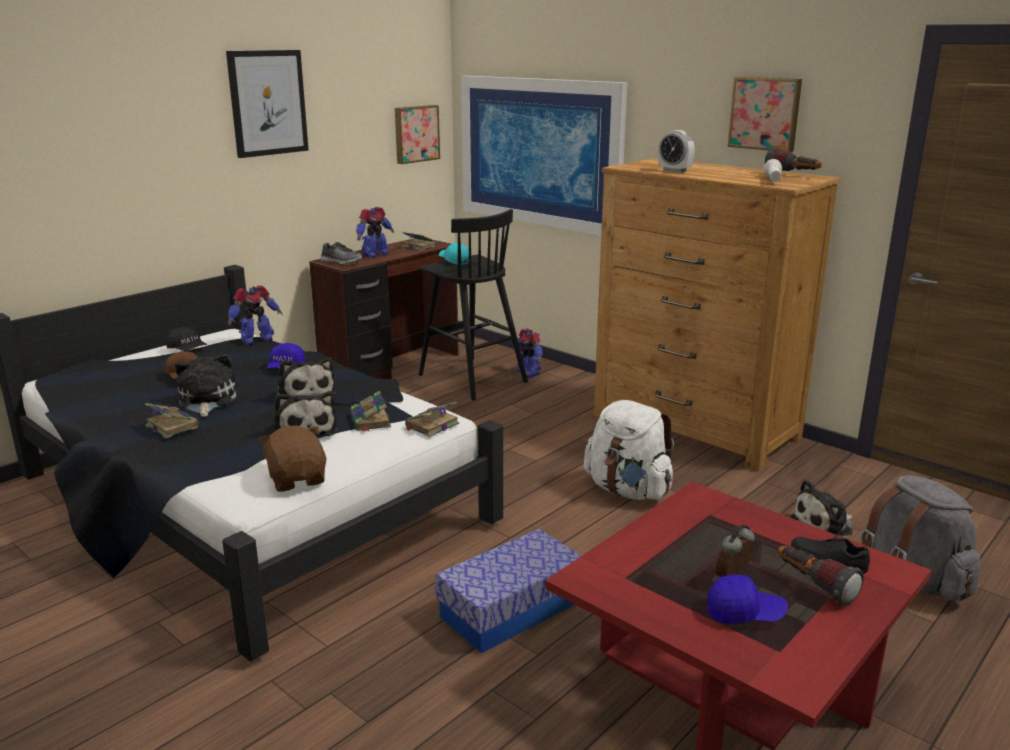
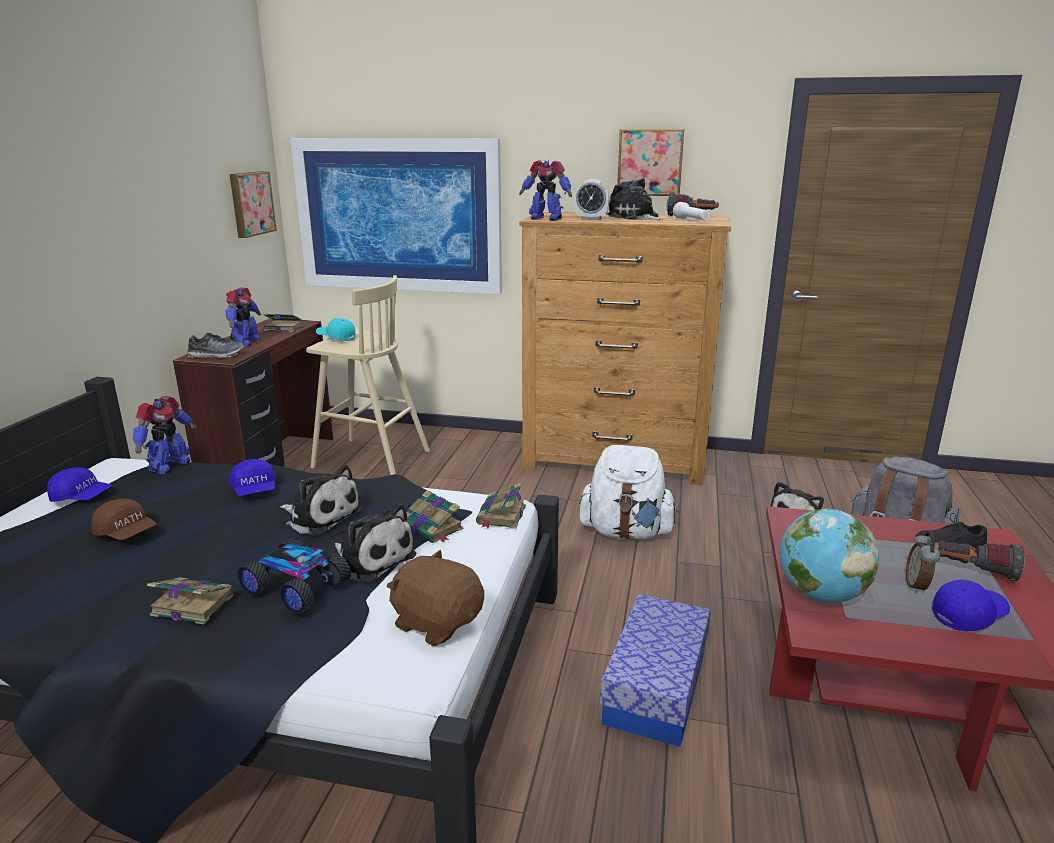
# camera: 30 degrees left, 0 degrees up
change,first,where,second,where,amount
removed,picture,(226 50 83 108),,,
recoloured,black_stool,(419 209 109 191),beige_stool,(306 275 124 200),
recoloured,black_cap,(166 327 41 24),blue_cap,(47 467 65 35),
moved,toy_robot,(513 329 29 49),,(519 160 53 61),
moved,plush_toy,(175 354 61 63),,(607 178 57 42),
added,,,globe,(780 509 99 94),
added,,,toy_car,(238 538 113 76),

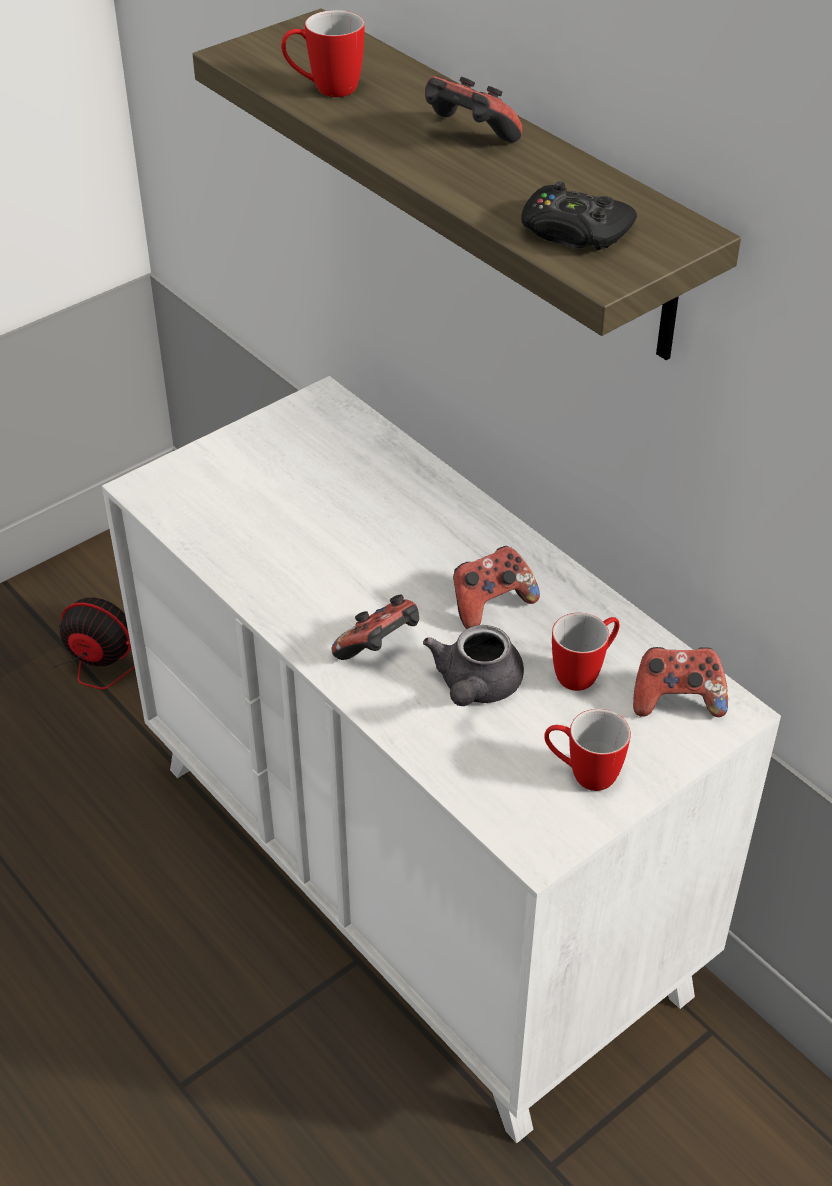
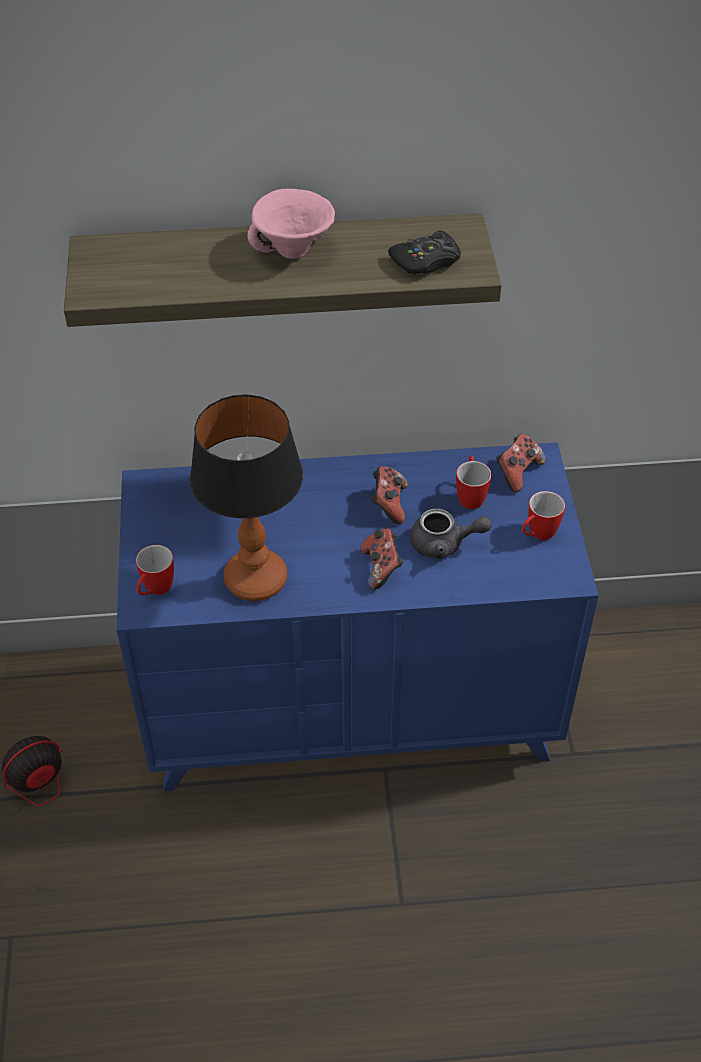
# camera: 55 degrees left, 5 degrees up
change,first,where,second,where,amount
moved,mug,(281 10 84 87),,(136 545 38 50),
replaced,game_controller,(425 76 98 66),pink_bowl,(247 189 88 70),
recoloured,white_dresser,(102 376 679 767),blue_dresser,(117 442 482 349),
turned,grey_teapot,(423 625 101 81),,(410 508 82 51),45 degrees counterclockwise
added,,,table_lamp,(190 394 113 207),

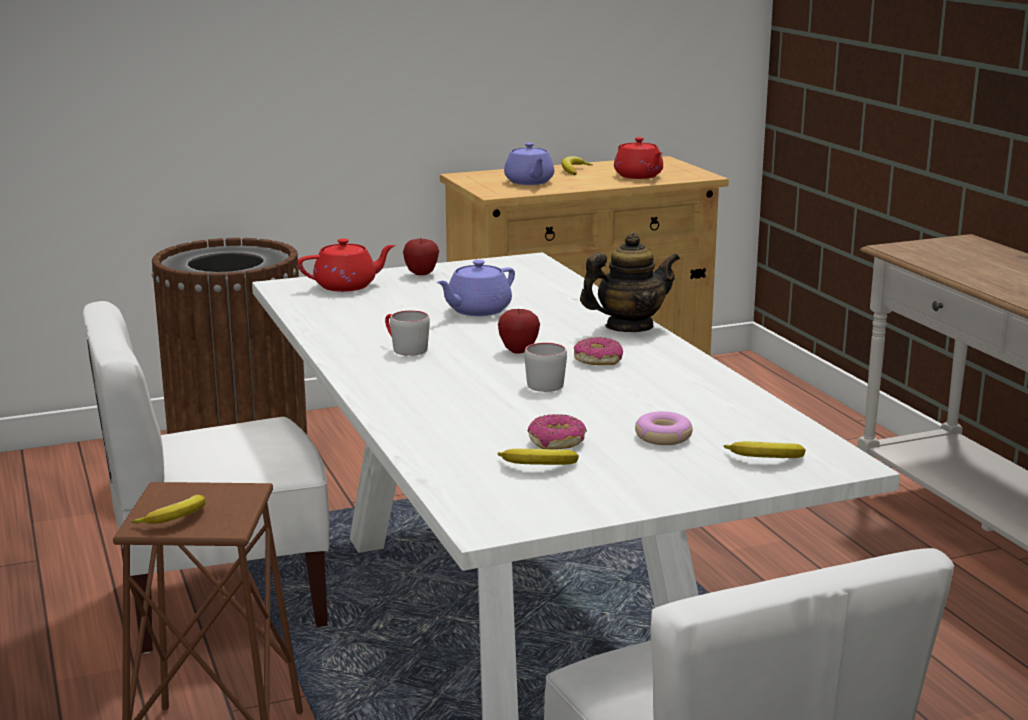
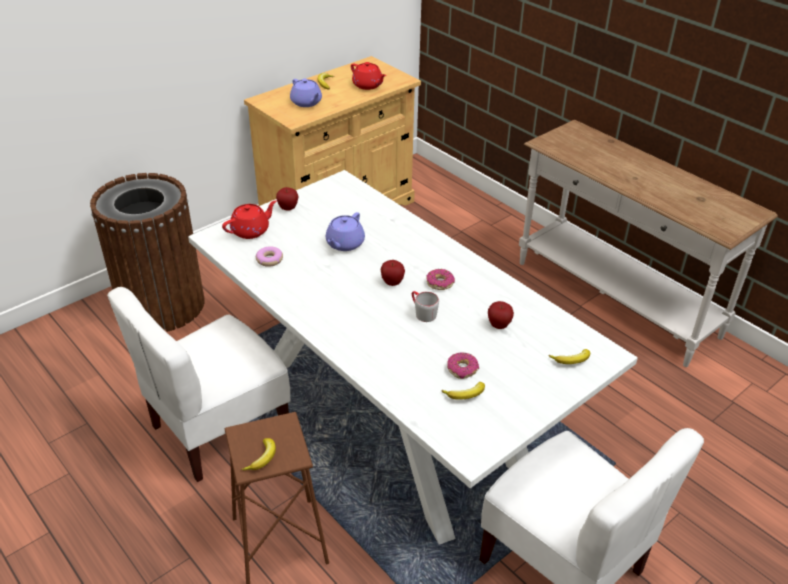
# camera: 20 degrees left, 20 degrees up
change,first,where,second,where,amount
removed,teapot,(580 232 100 100),,,
removed,grey_mug,(385 310 45 46),,,
moved,donut,(635 411 58 34),,(256 246 27 21),
added,,,apple,(488 301 26 28),

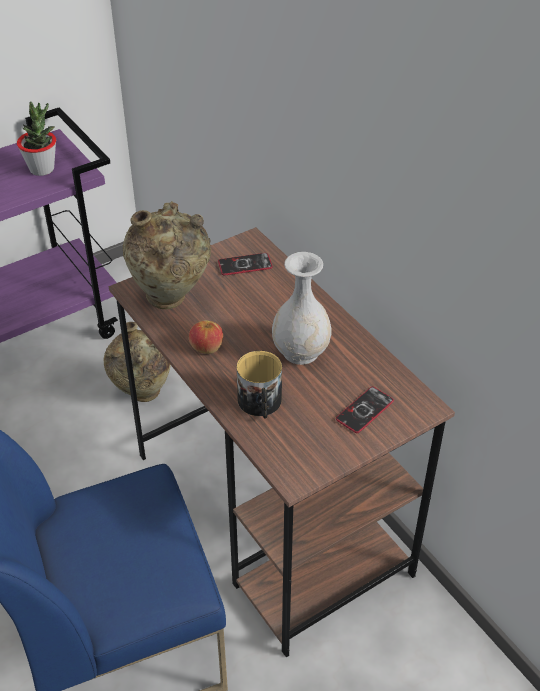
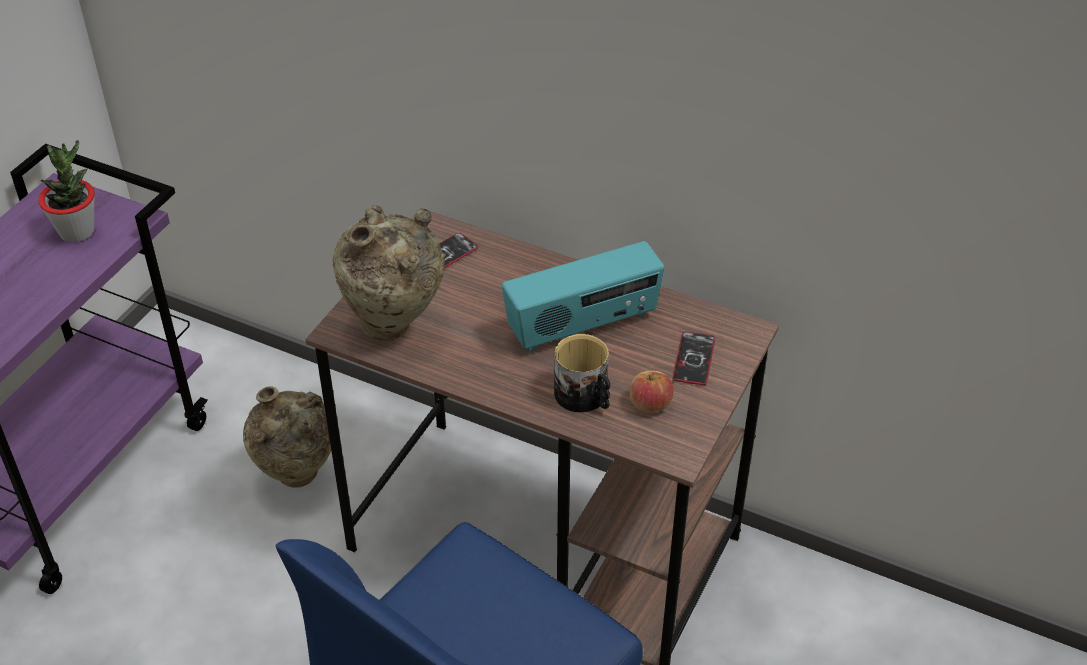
# camera: 30 degrees left, 0 degrees up
change,first,where,second,where,amount
replaced,white_vase,(272 252 60 113),radio,(502 241 163 110),
moved,apple,(189 321 34 33),,(630 370 44 43),

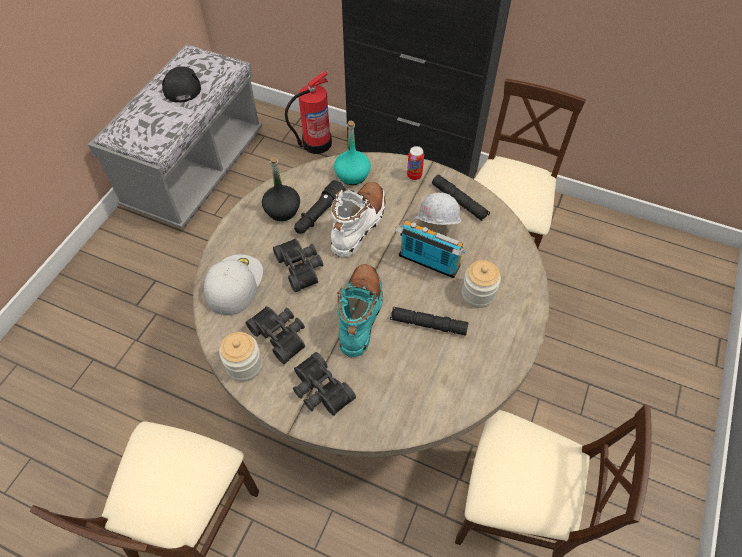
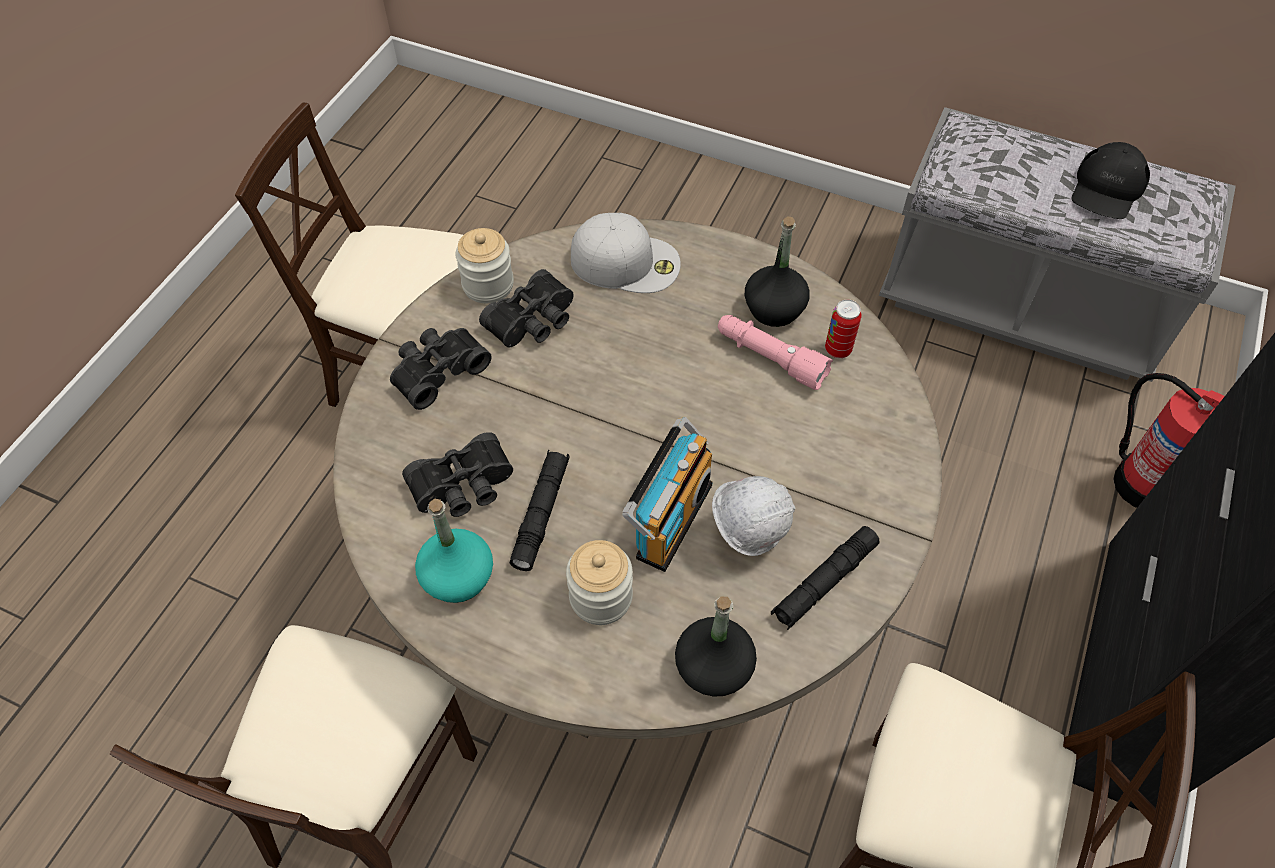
# camera: 90 degrees right, 0 degrees up
change,first,where,second,where,amount
turned,black_cap,(162 66 39 37),,(1072 142 78 77),135 degrees clockwise
moved,turquoise_bottle,(334 121 37 64),,(415 499 78 104),
moved,can,(407 146 17 34),,(825 299 36 59),
recoloured,black_flashlight,(294 180 52 54),pink_flashlight,(718 315 115 75),
removed,white_boot,(331 182 55 75),,,
moved,black_binoculars,(273 238 50 54),,(402 432 111 85),
removed,turquoise_boot,(337 264 46 93),,,
added,,,black_bottle,(675 597 82 100),

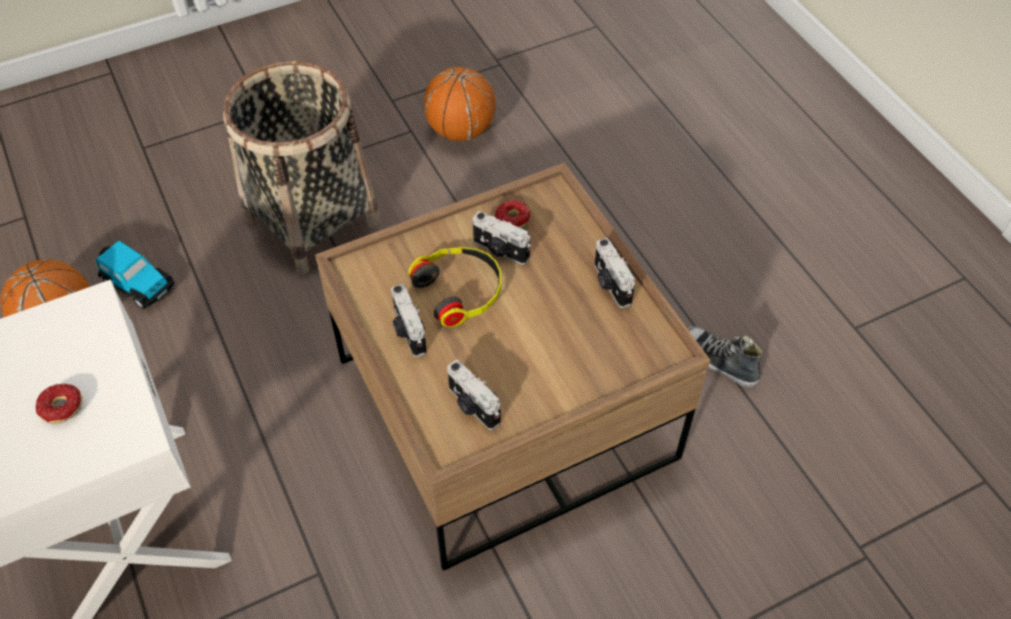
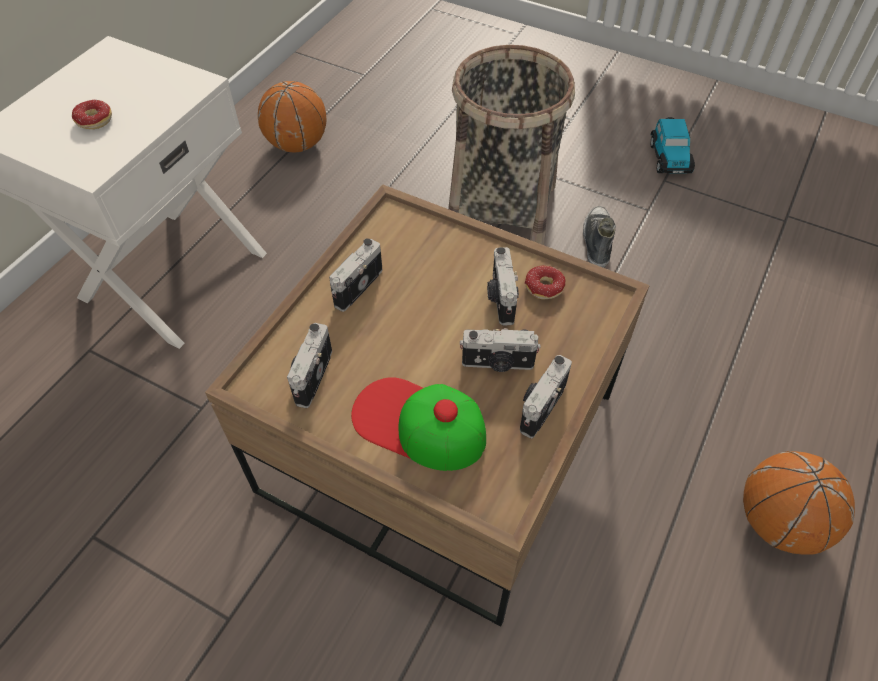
# camera: 55 degrees right, 0 degrees up
change,first,where,second,where,amount
moved,basketball,(424 67 72 74),,(743 451 112 104),
moved,toy_car,(96 240 78 69),,(650 117 45 57),
removed,headphones,(408 247 93 81),,,
moved,shoe,(687 326 77 61),,(583 206 33 62),
added,,,photo_camera,(460 328 81 44),
added,,,cap,(351 377 135 94),

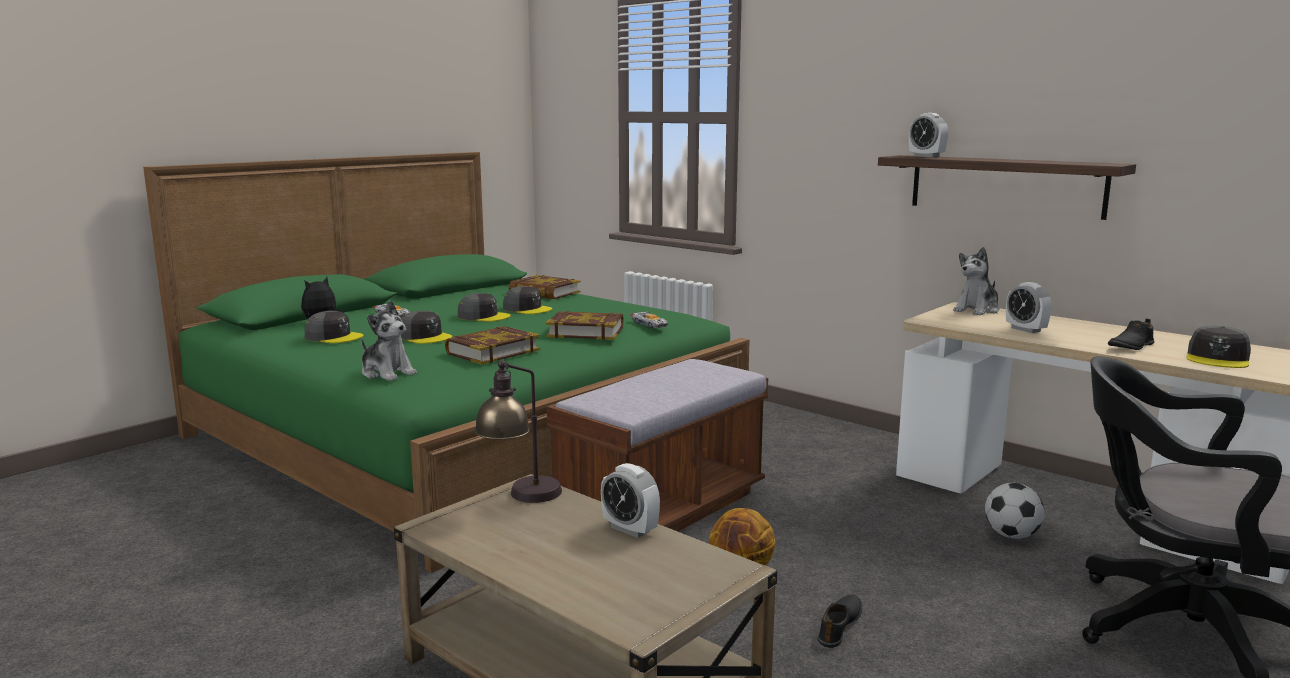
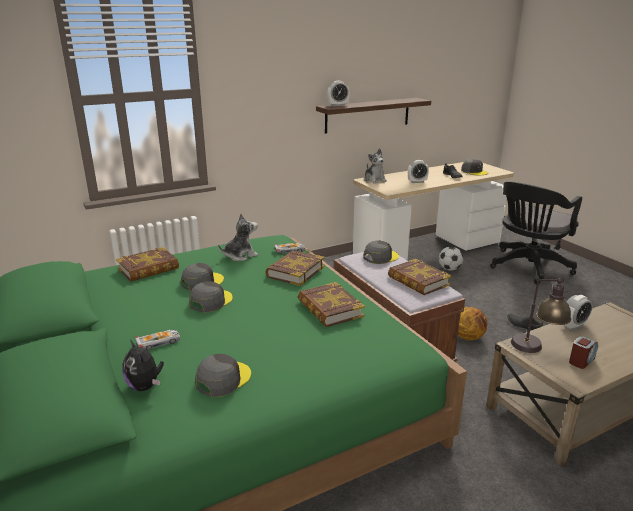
# camera: 70 degrees left, 10 degrees up
change,first,where,second,where,amount
moved,plush_toy,(362 300 55 81),,(218 214 40 47),
moved,grey_cap,(401 311 51 33),,(363 241 36 23),
added,,,book,(388 259 64 36),
added,,,alarm_clock,(569 336 29 33),

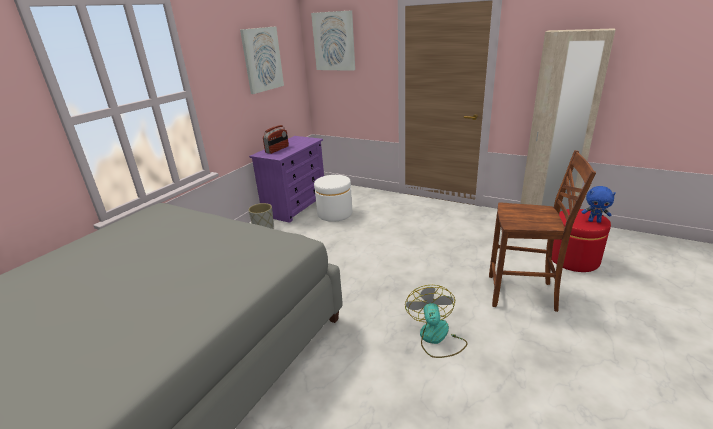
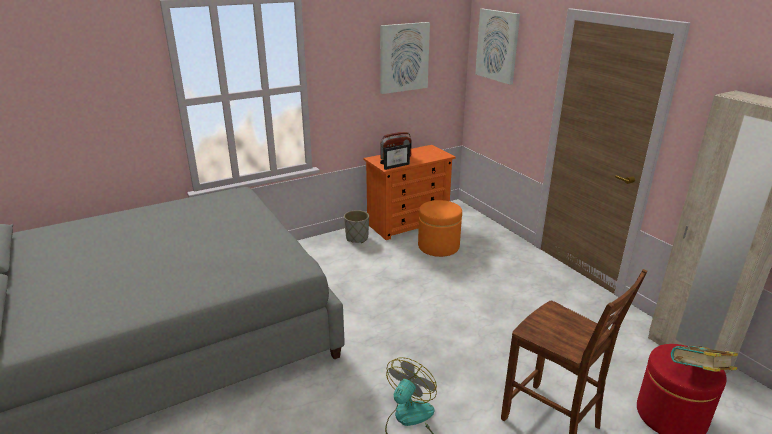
# camera: 30 degrees right, 0 degrees up
change,first,where,second,where,amount
recoloured,purple_dresser,(249 136 75 87),orange_dresser,(364 145 92 95),
recoloured,white_ottoman,(314 175 38 47),orange_ottoman,(418 200 44 57),
replaced,blue_plush_toy,(582 186 34 37),book,(671 346 67 26),
added,,,picture_frame,(380 144 30 26),

